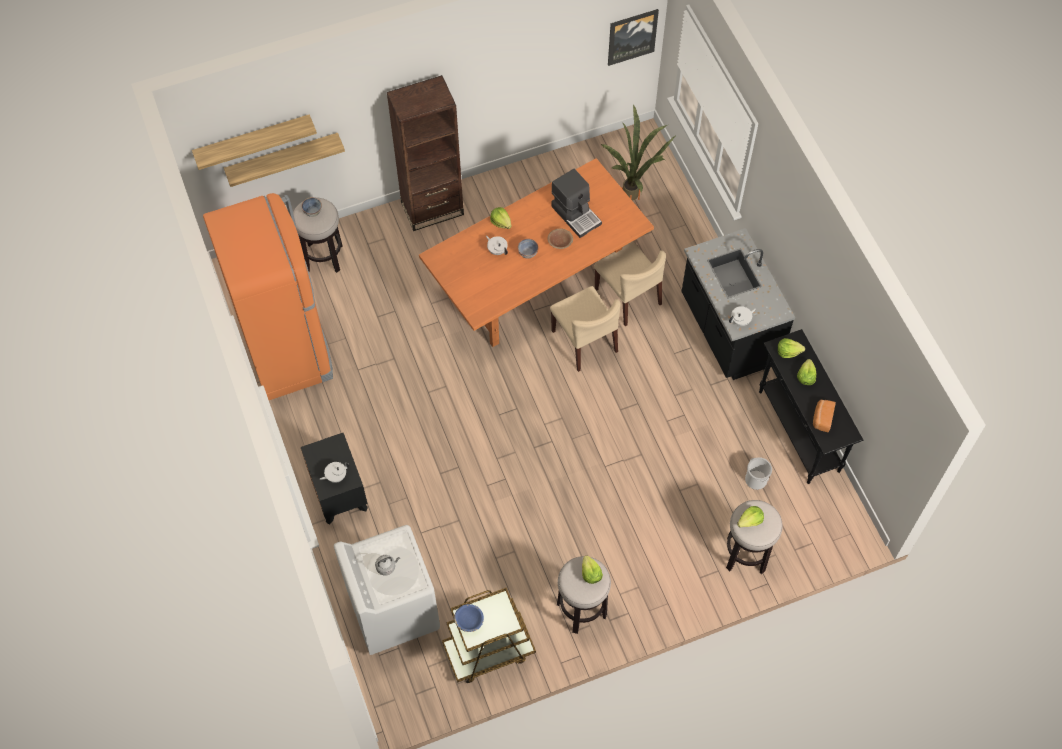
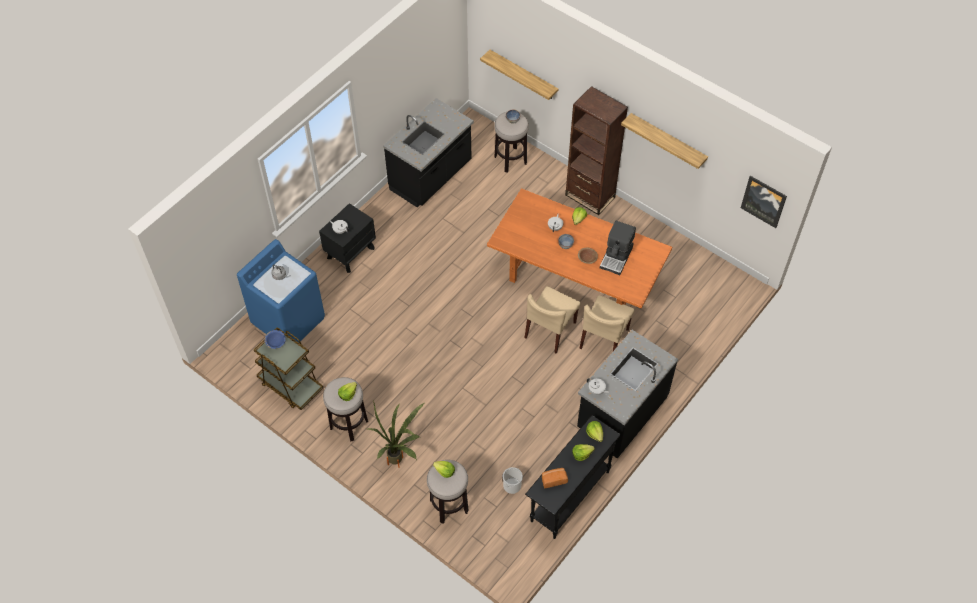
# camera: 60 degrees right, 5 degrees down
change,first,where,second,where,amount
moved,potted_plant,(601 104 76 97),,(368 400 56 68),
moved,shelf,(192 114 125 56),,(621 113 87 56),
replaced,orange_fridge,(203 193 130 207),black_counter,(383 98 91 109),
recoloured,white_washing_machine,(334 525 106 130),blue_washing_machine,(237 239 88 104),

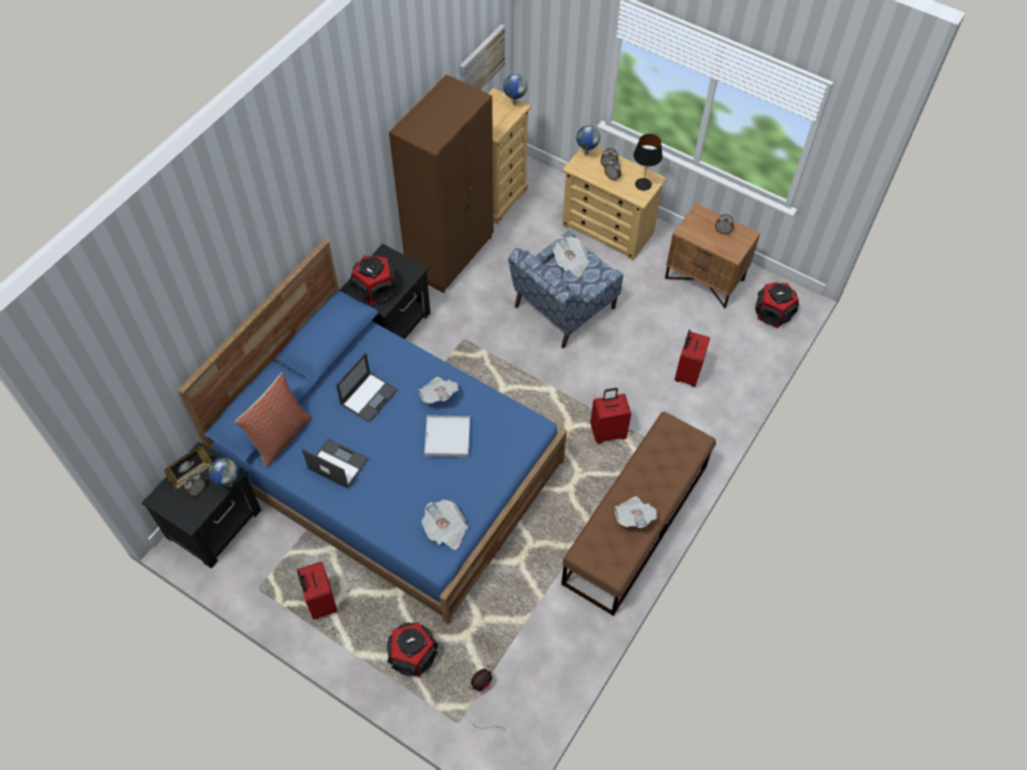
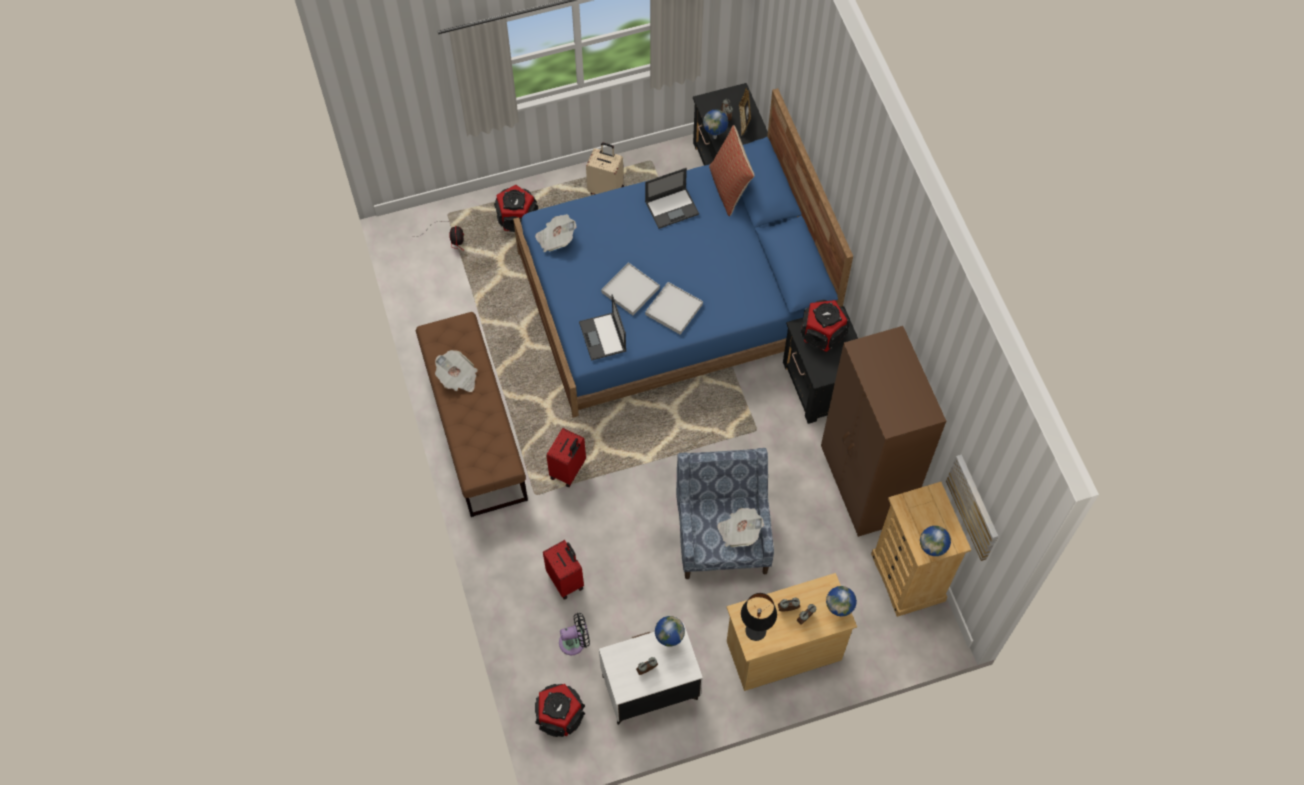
# camera: 130 degrees right, 5 degrees up
change,first,where,second,where,amount
recoloured,brown_nightstand,(665 203 95 105),white_nightstand,(599 623 104 102),
moved,laptop,(336 353 62 70),,(579 295 47 66),
replaced,newspaper,(419 377 39 26),white_tray,(645 282 58 53),
recoloured,red_suitcase,(297 561 40 59),beige_suitcase,(586 142 38 53),
added,,,black_fan,(559 613 31 42),
added,,,globe,(655 616 30 31),

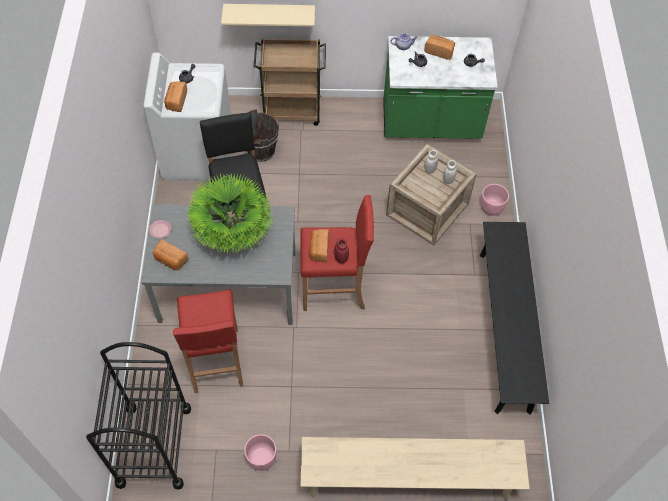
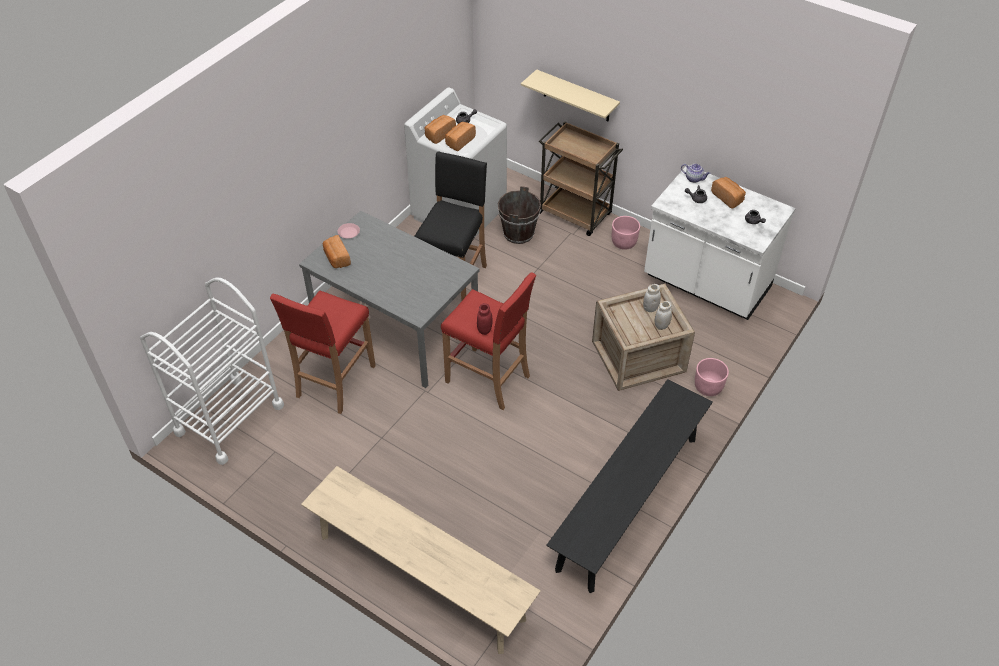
# camera: 35 degrees right, 10 degrees down
change,first,where,second,where,amount
recoloured,green_counter,(383 36 115 103),white_counter,(644 165 152 155),
removed,potted_plant,(187 173 88 81),,,
moved,bread,(310 229 19 33),,(445 122 31 29),
recoloured,black_cart,(86 342 105 148),white_cart,(140 277 144 188),
moved,pink_planter,(244 434 32 37),,(612 216 28 34),

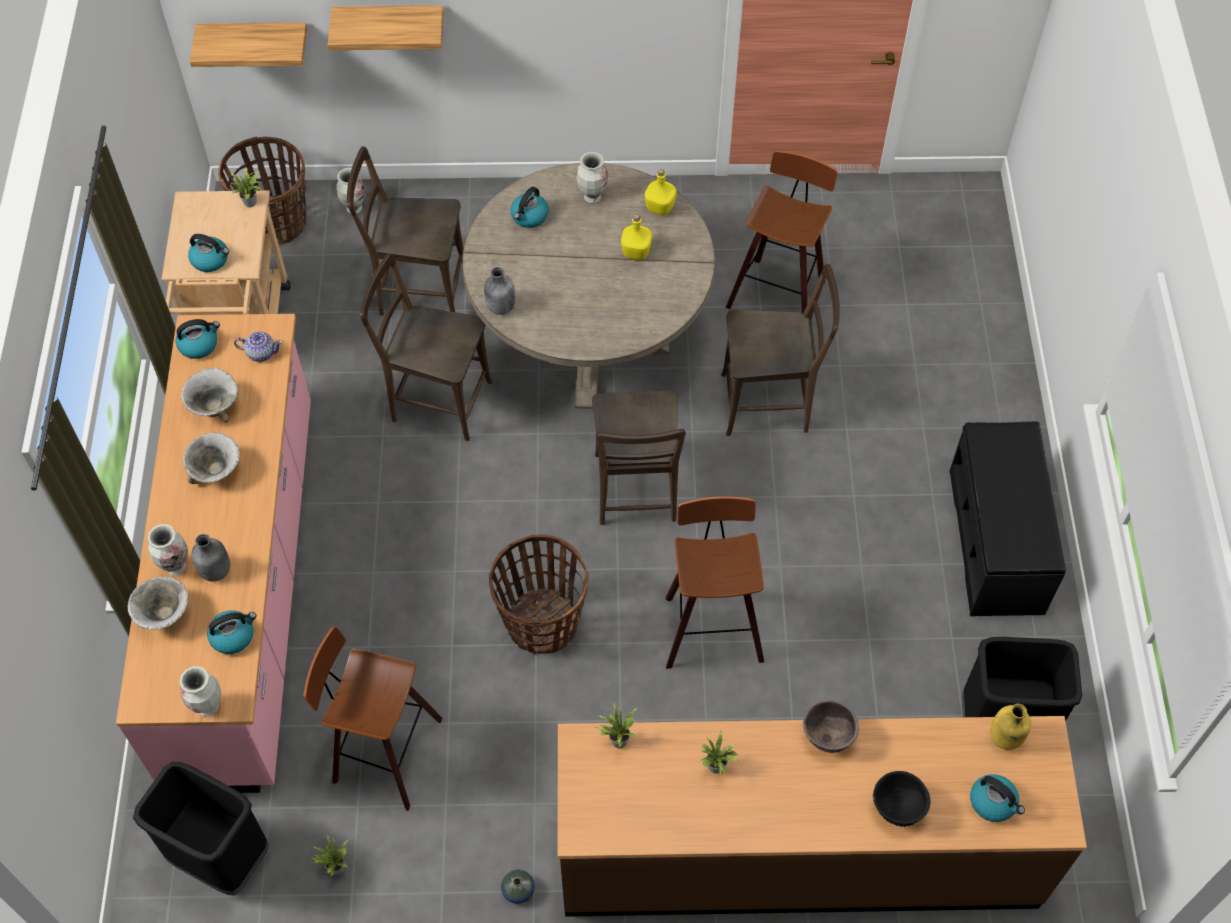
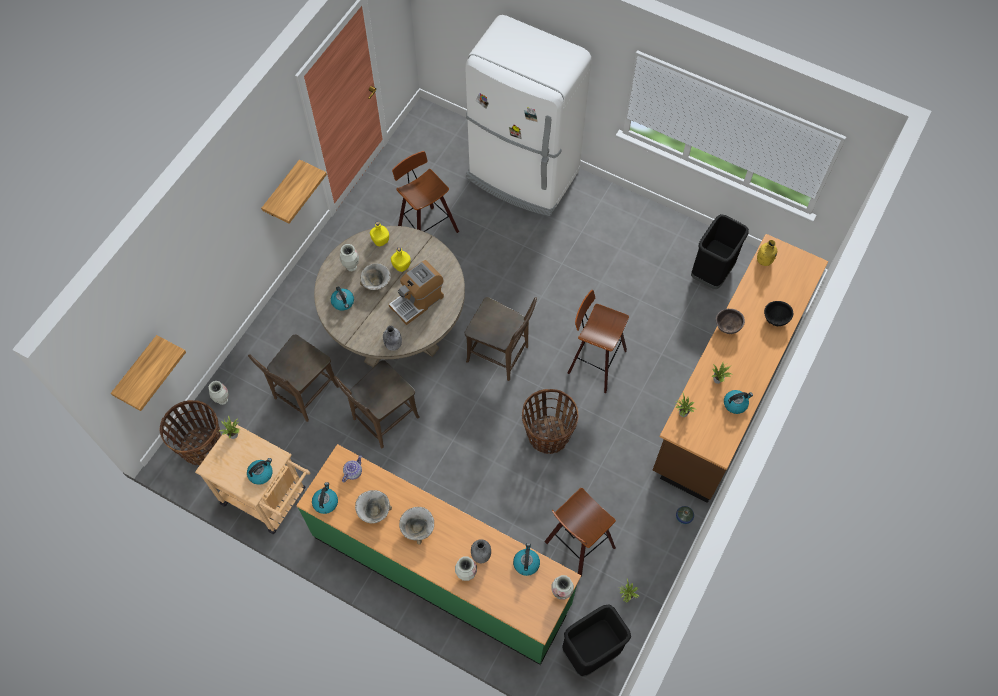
# camera: 60 degrees left, 5 degrees up
change,first,where,second,where,amount
moved,shelf,(328 5 116 45),,(261 159 66 65),
removed,brown_chair,(721 264 119 172),,,
recoloured,pink_counter,(116 314 195 479),green_counter,(296 444 285 221),
removed,black_bench,(949 422 117 194),,,
moved,bowl,(128 576 60 54),,(360 263 31 27),
moved,kettle,(970 774 55 48),,(724 390 29 24),
added,,,white_fridge,(465 15 126 201),
added,,,coffee_machine,(389 260 55 65),

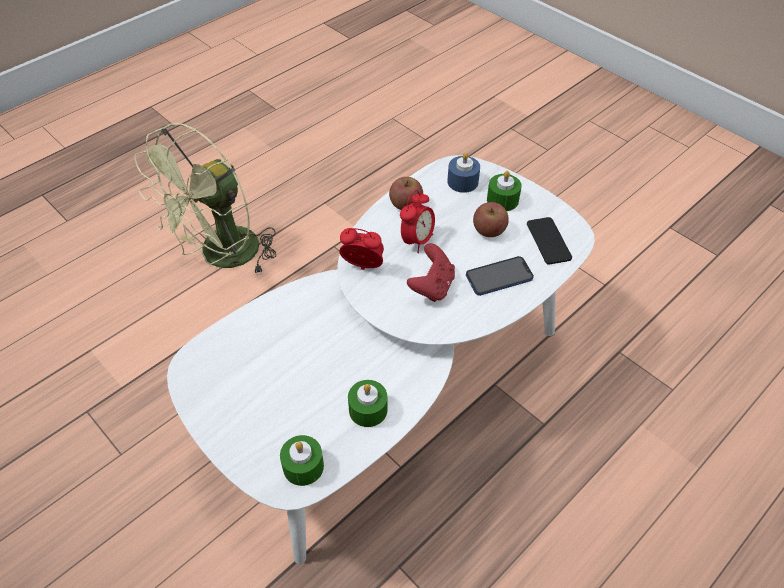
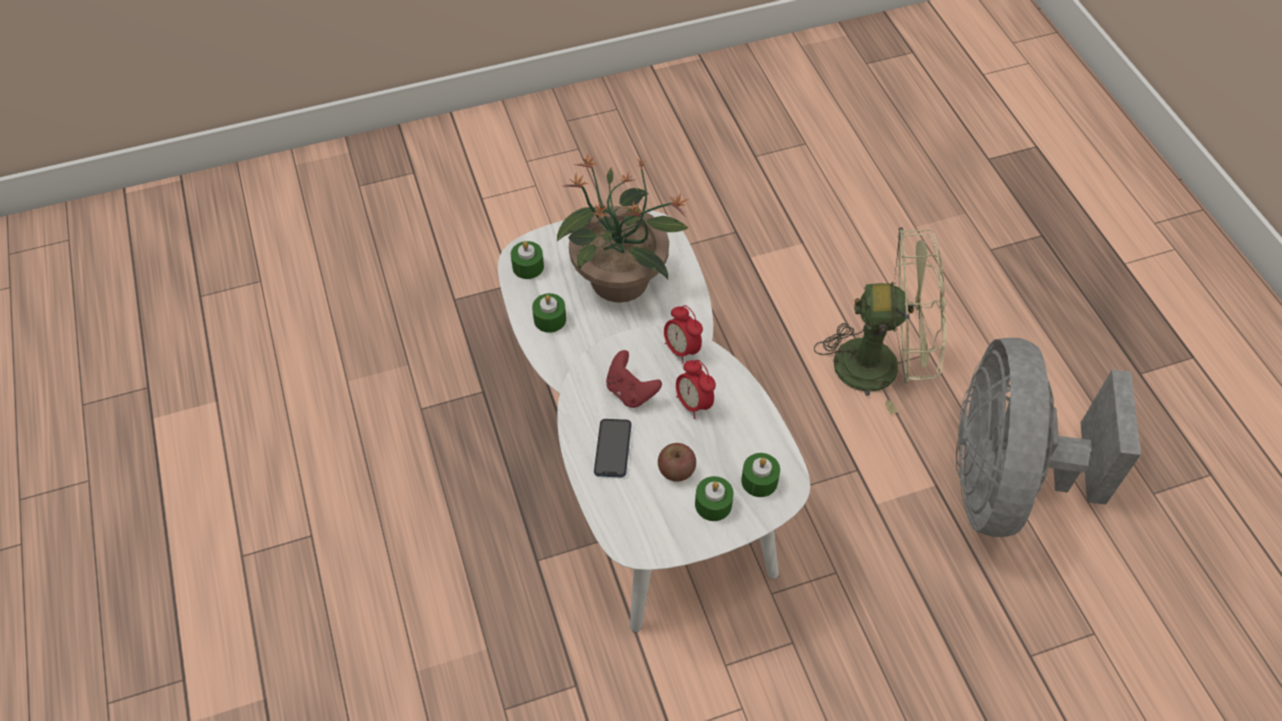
# camera: 115 degrees right, 5 degrees up
change,first,where,second,where,amount
turned,green_fan,(134 123 142 153),,(814 228 132 187),120 degrees clockwise
recoloured,blue_candle,(447 152 33 41),green_candle,(741 453 39 44),
removed,apple,(389 177 34 33),,,
removed,phone,(527 217 45 47),,,
turned,alarm_clock,(339 228 45 42),,(664 305 39 59),105 degrees clockwise
added,,,potted_plant,(557 155 132 148),
added,,,grey_fan,(956 338 185 199),

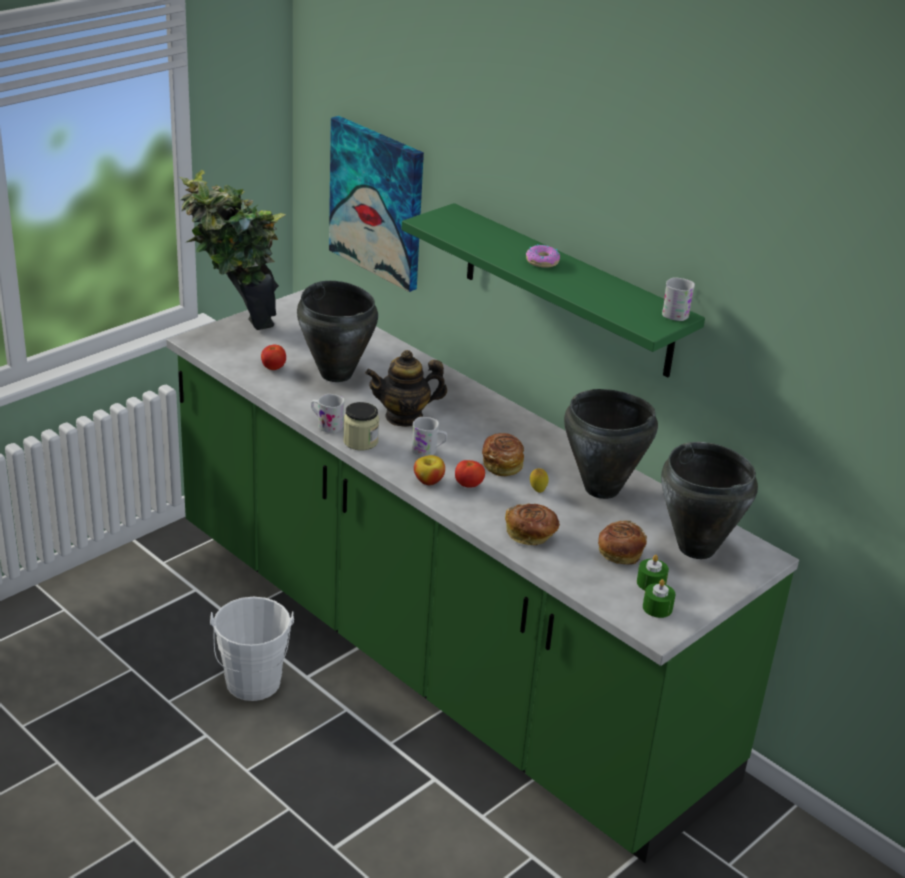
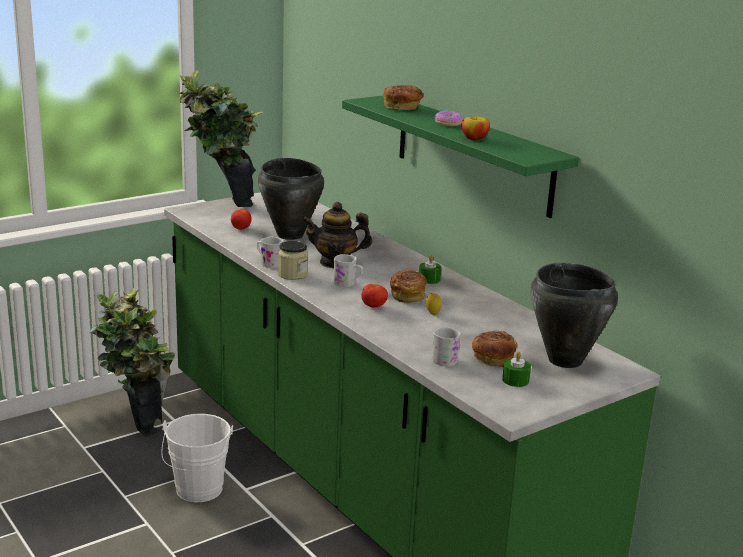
# camera: 10 degrees right, 10 degrees down
change,first,where,second,where,amount
removed,picture,(329 116 95 176),,,
moved,white_mug,(662 277 33 44),,(432 327 29 40),
removed,black_cooking_pot,(564 389 94 110),,,
moved,apple,(414 455 31 30),,(461 116 29 25),
moved,bread,(505 503 55 42),,(383 85 40 25),
moved,green_candle,(643 579 32 39),,(419 255 22 29),
added,,,potted_plant,(90 287 85 149),

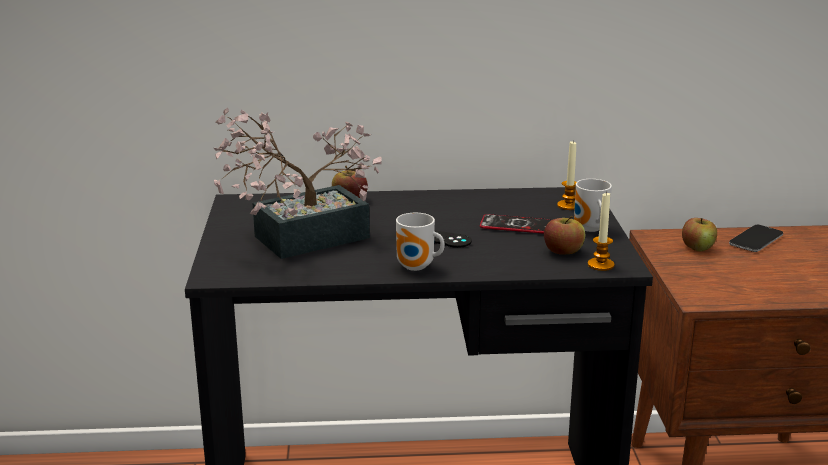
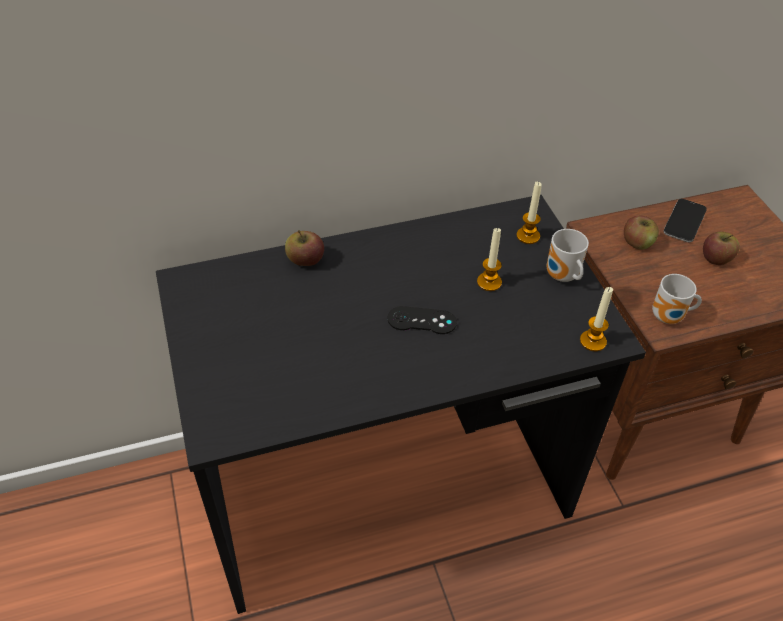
# camera: 15 degrees left, 25 degrees up
change,first,where,second,where,amount
removed,potted_plant,(214 108 168 151),,,
moved,mug,(396 213 49 58),,(652 274 50 50),
replaced,phone,(480 214 71 20),candle,(477 228 25 63),
moved,apple,(544 216 41 39),,(703 231 37 34),

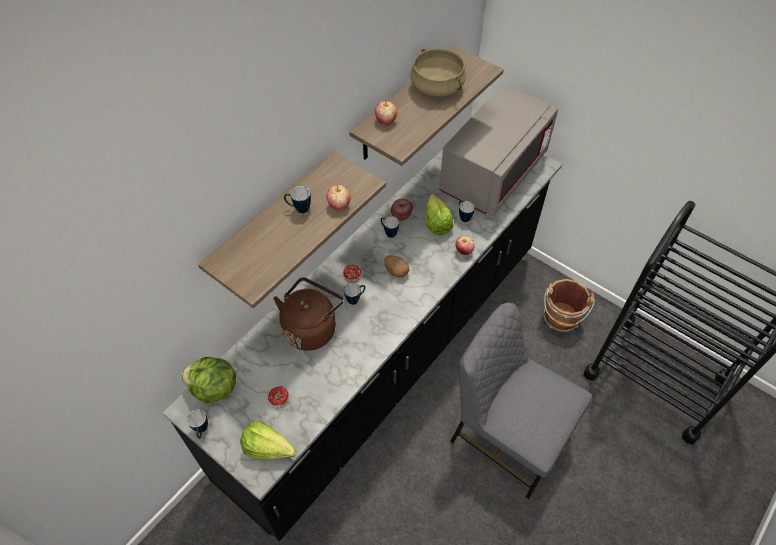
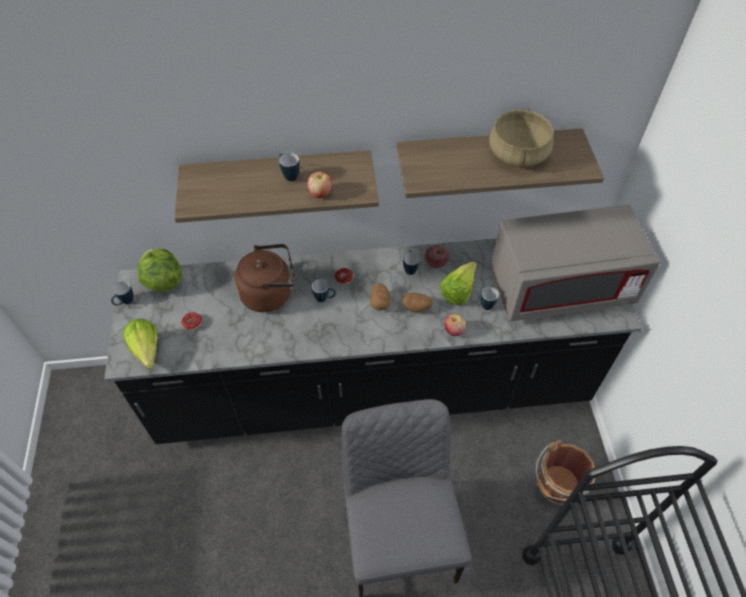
# camera: 45 degrees right, 0 degrees up
change,first,where,second,where,amount
removed,apple,(375 101 22 24),,,
added,,,potato,(402 292 31 21),

